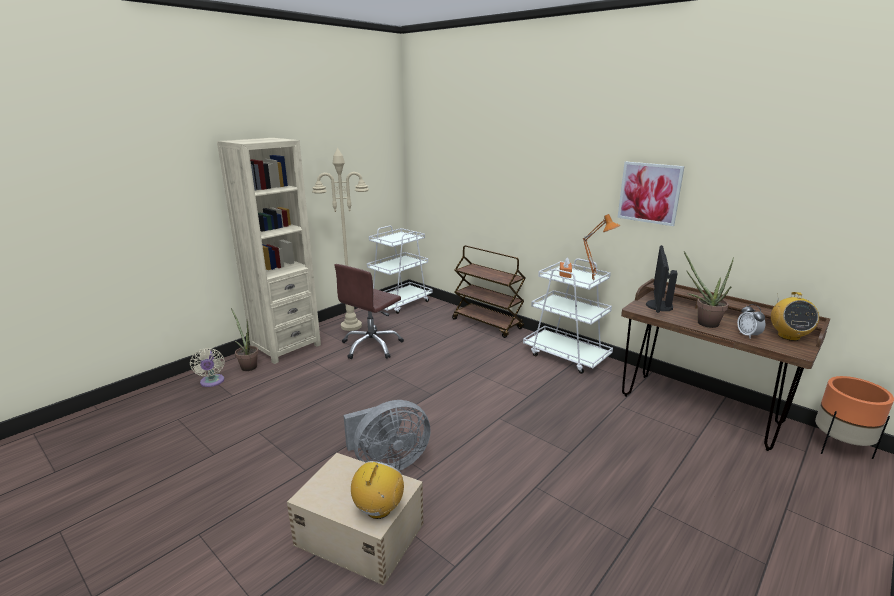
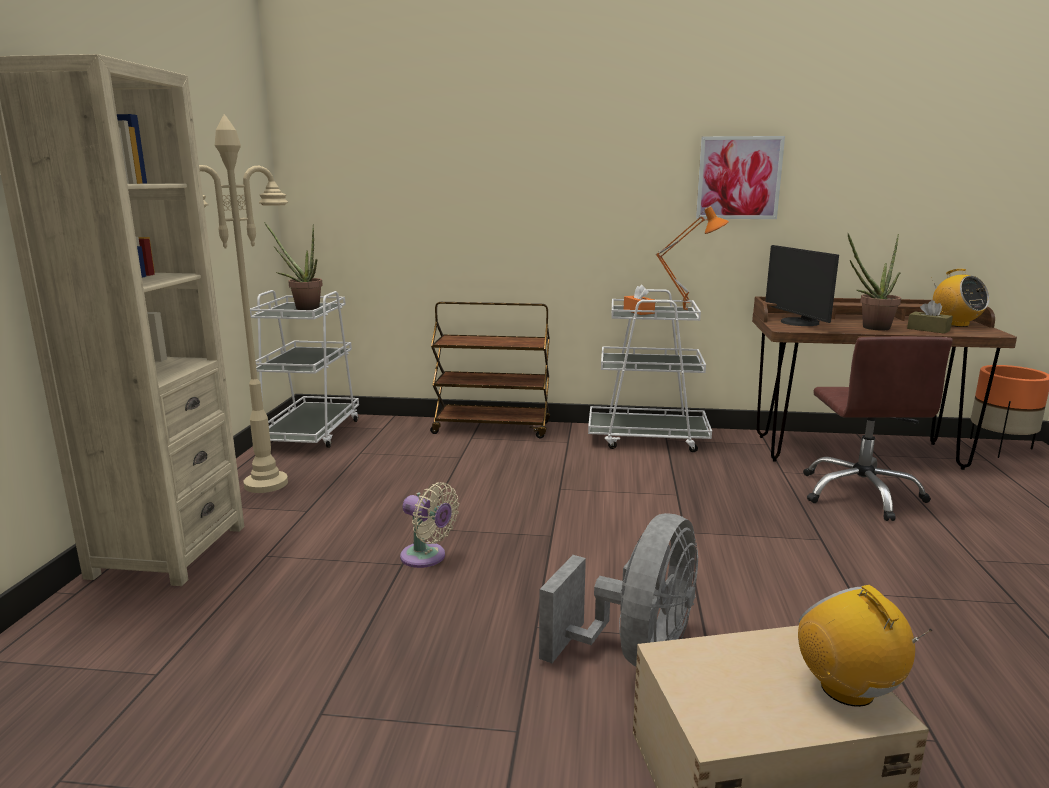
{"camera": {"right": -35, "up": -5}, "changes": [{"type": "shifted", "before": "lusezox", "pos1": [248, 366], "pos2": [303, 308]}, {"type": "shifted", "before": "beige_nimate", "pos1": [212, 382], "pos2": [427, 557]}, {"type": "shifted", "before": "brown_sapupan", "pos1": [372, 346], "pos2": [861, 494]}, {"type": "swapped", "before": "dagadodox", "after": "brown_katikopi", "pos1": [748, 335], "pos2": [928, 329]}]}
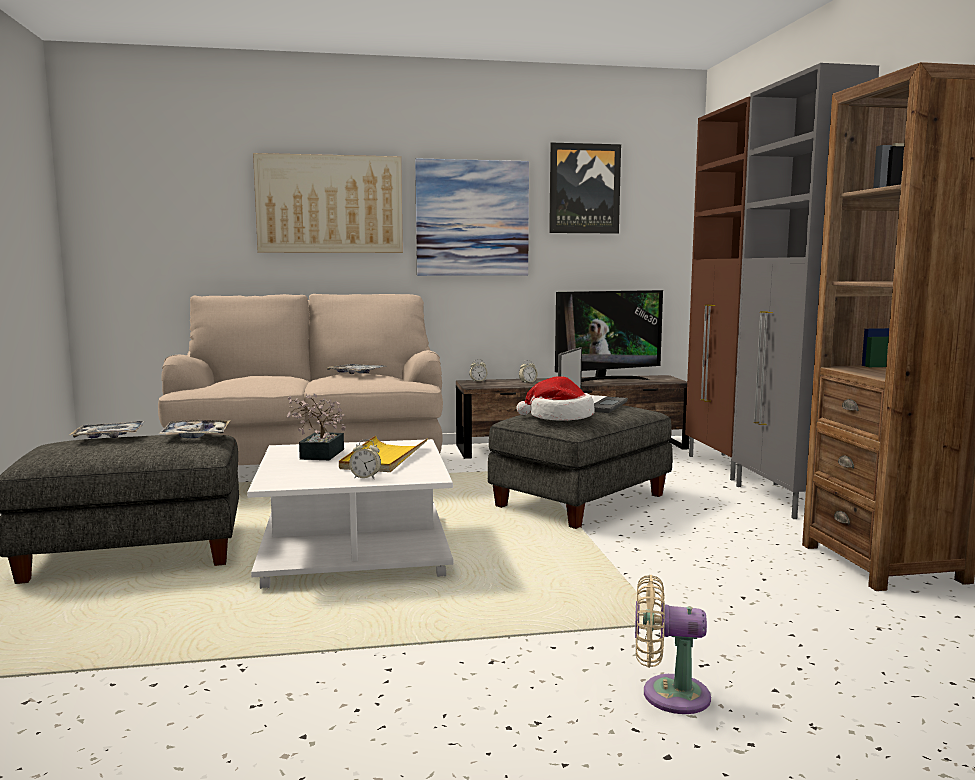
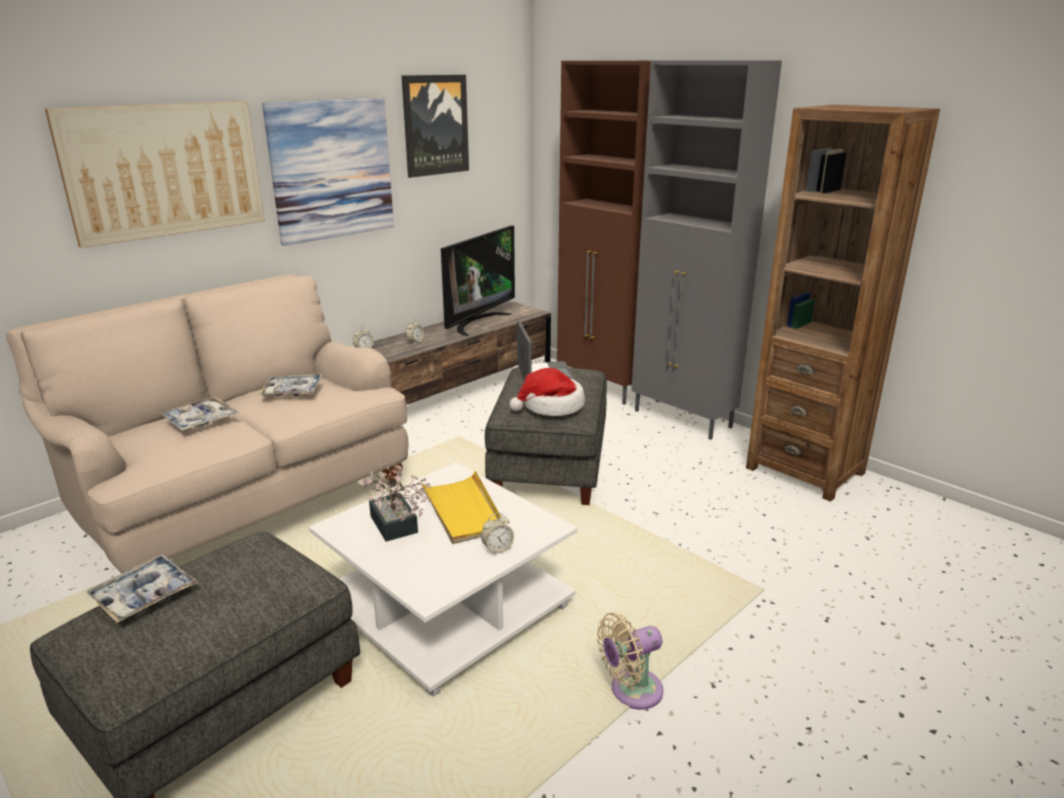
{"camera": {"right": -35, "up": 15}, "changes": [{"type": "shifted", "before": "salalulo", "pos1": [196, 435], "pos2": [200, 420]}, {"type": "shifted", "before": "beige_nimate", "pos1": [668, 694], "pos2": [631, 691]}]}
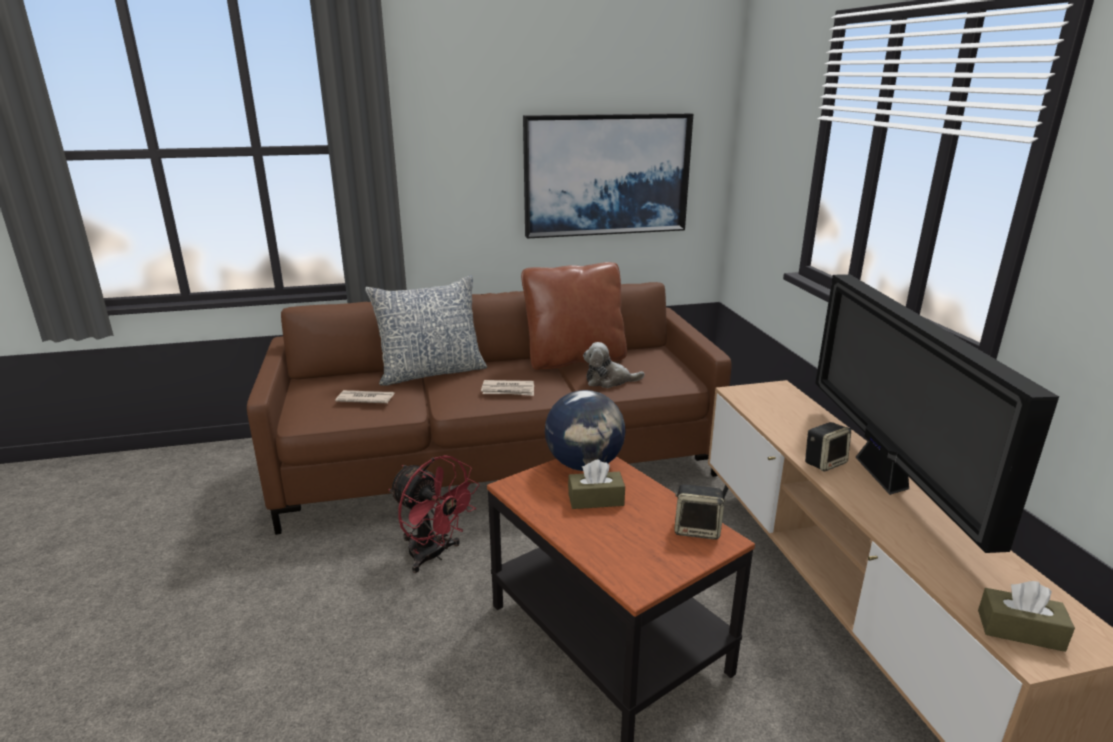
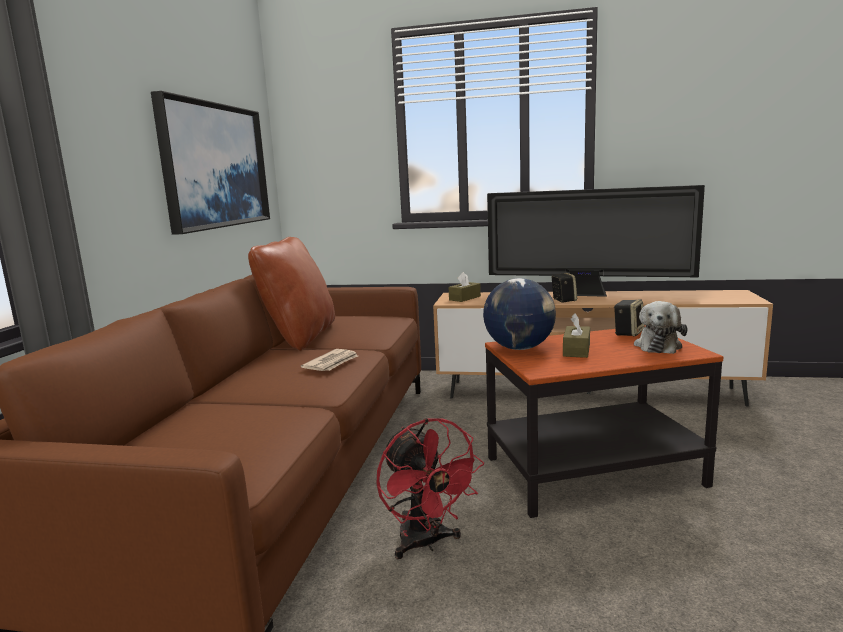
{"camera": {"right": -65, "up": -10}, "changes": [{"type": "rotated", "before": "red_nimate", "pos1": [433, 555], "pos2": [426, 543], "turn": 90}, {"type": "shifted", "before": "brown_katikopi", "pos1": [1020, 630], "pos2": [464, 298]}, {"type": "shifted", "before": "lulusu", "pos1": [609, 381], "pos2": [658, 345]}, {"type": "gone", "before": "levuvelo", "pos1": [365, 399]}, {"type": "gone", "before": "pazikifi", "pos1": [431, 372]}]}
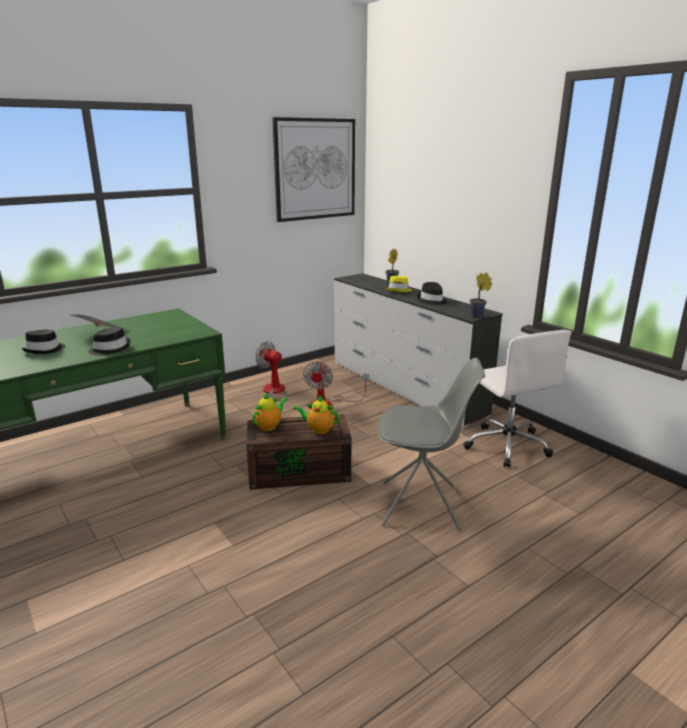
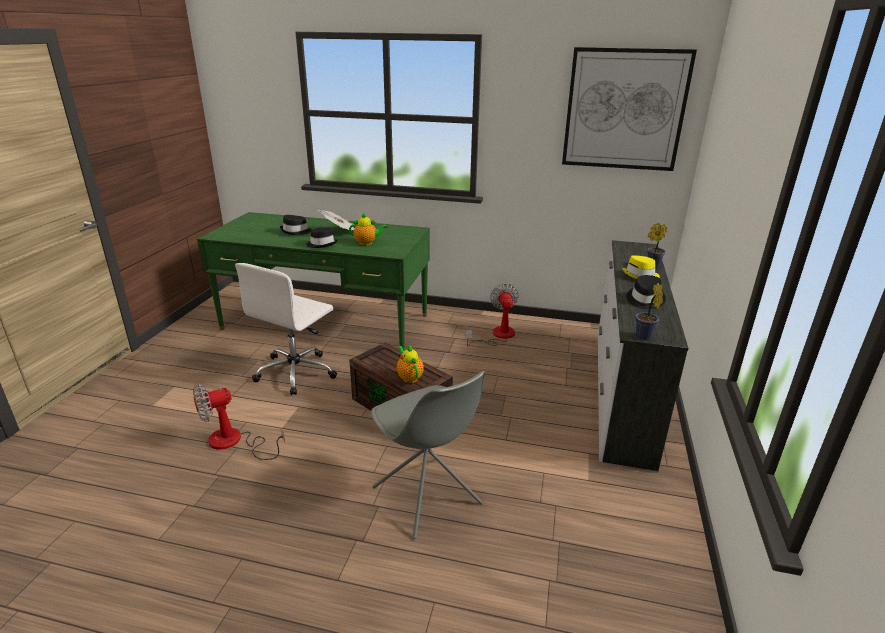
{"camera": {"right": 50, "up": 5}, "changes": [{"type": "shifted", "before": "nimate", "pos1": [328, 404], "pos2": [234, 442]}, {"type": "shifted", "before": "white_sapupan", "pos1": [506, 445], "pos2": [297, 372]}, {"type": "shifted", "before": "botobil", "pos1": [269, 426], "pos2": [367, 243]}]}
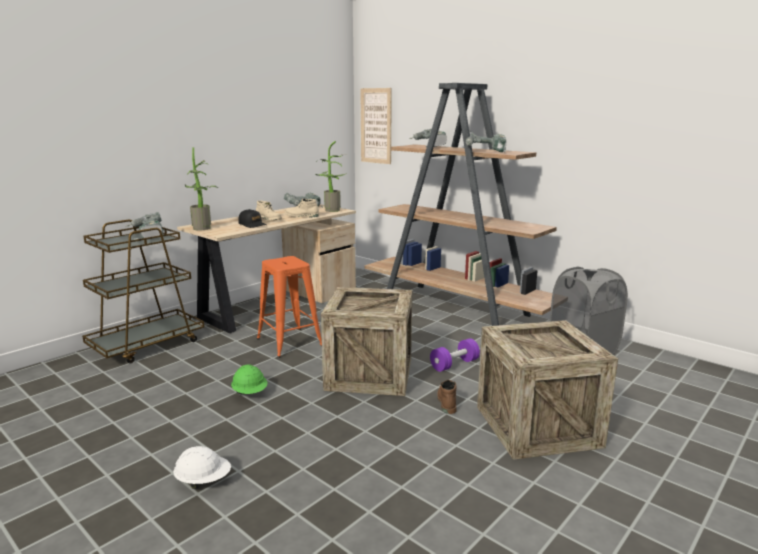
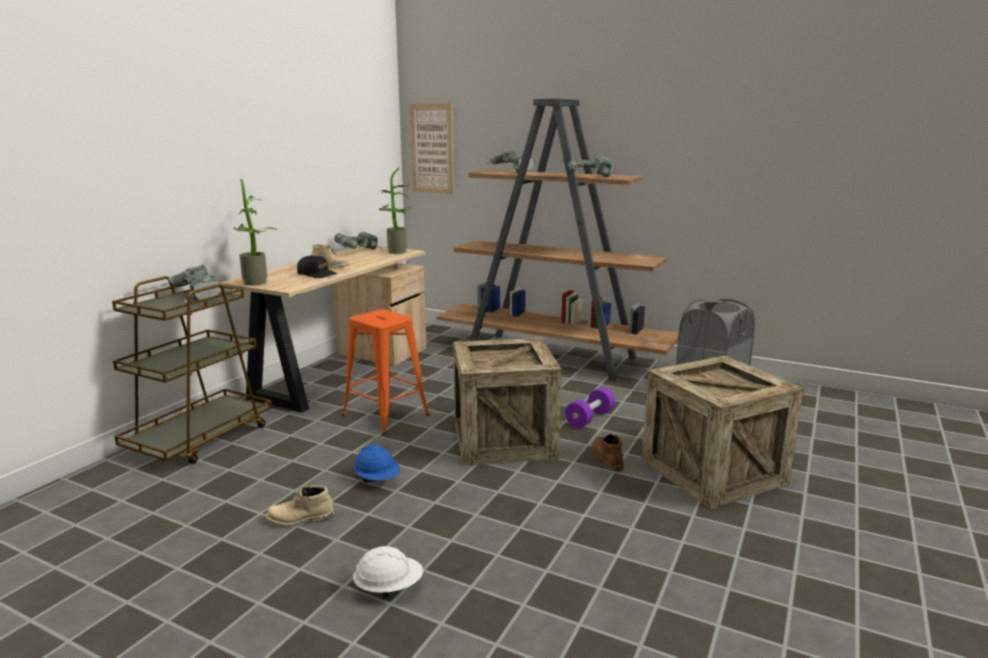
{"camera": {"right": -15, "up": 0}, "changes": [{"type": "shifted", "before": "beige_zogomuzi", "pos1": [301, 216], "pos2": [300, 519]}, {"type": "repainted", "before": "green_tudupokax", "after": "blue_tudupokax", "pos1": [250, 393], "pos2": [377, 480]}]}
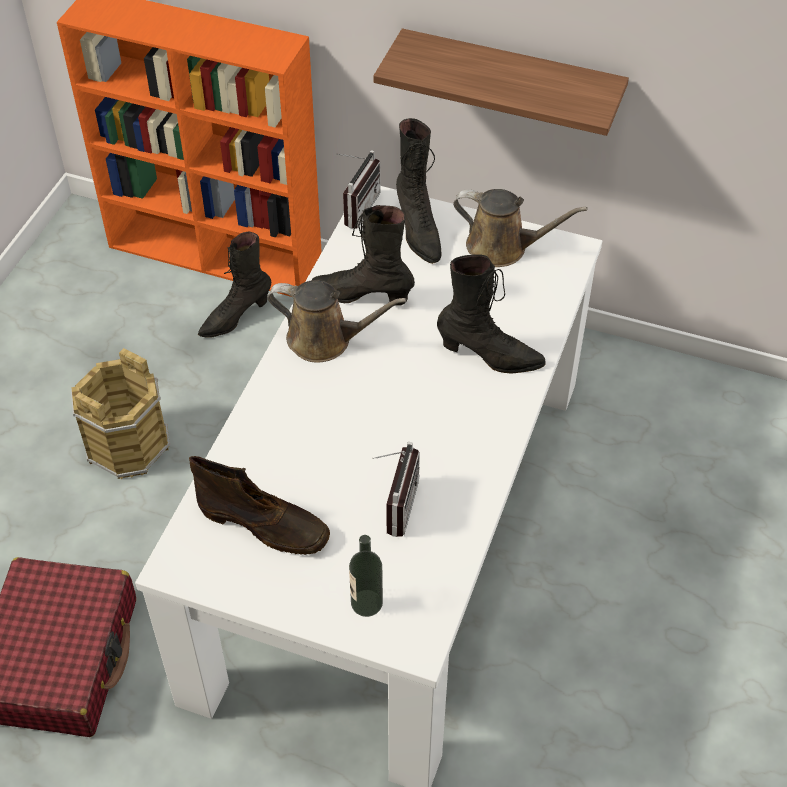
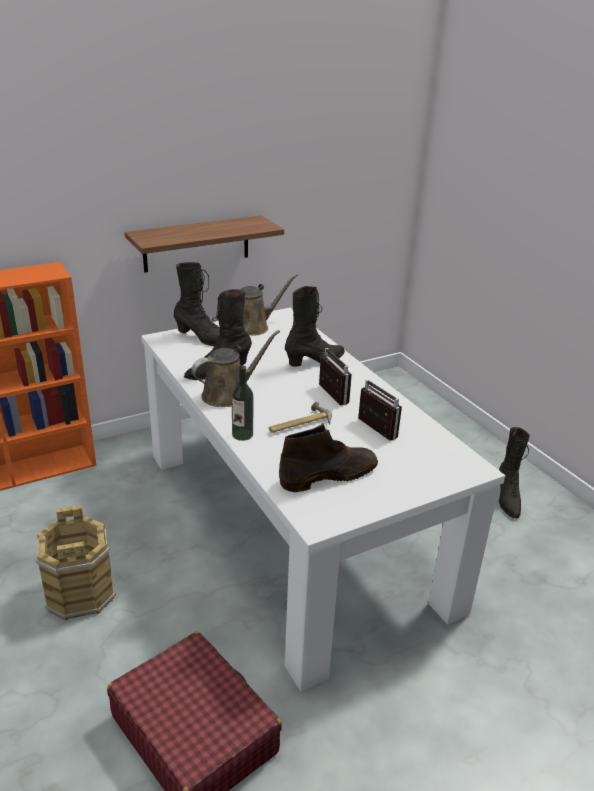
{"camera": {"right": -50, "up": -20}, "changes": [{"type": "shifted", "before": "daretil", "pos1": [366, 603], "pos2": [242, 434]}, {"type": "new", "after": "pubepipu", "pos2": [299, 423]}, {"type": "shifted", "before": "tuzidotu", "pos1": [356, 207], "pos2": [328, 395]}, {"type": "shifted", "before": "black_zogomuzi", "pos1": [235, 317], "pos2": [507, 499]}]}
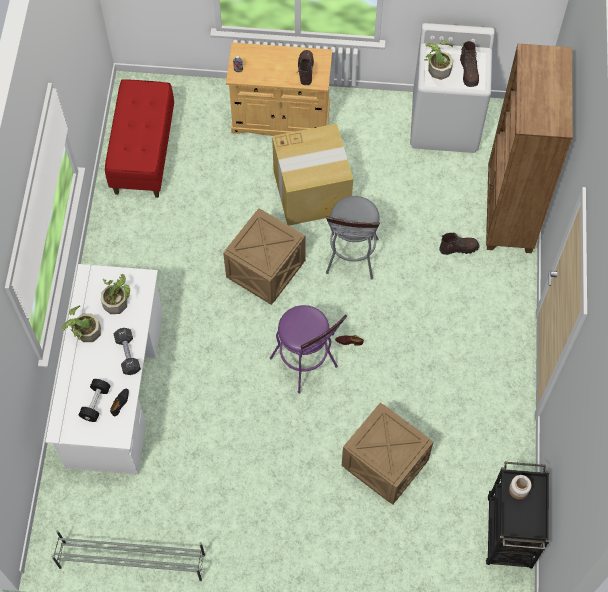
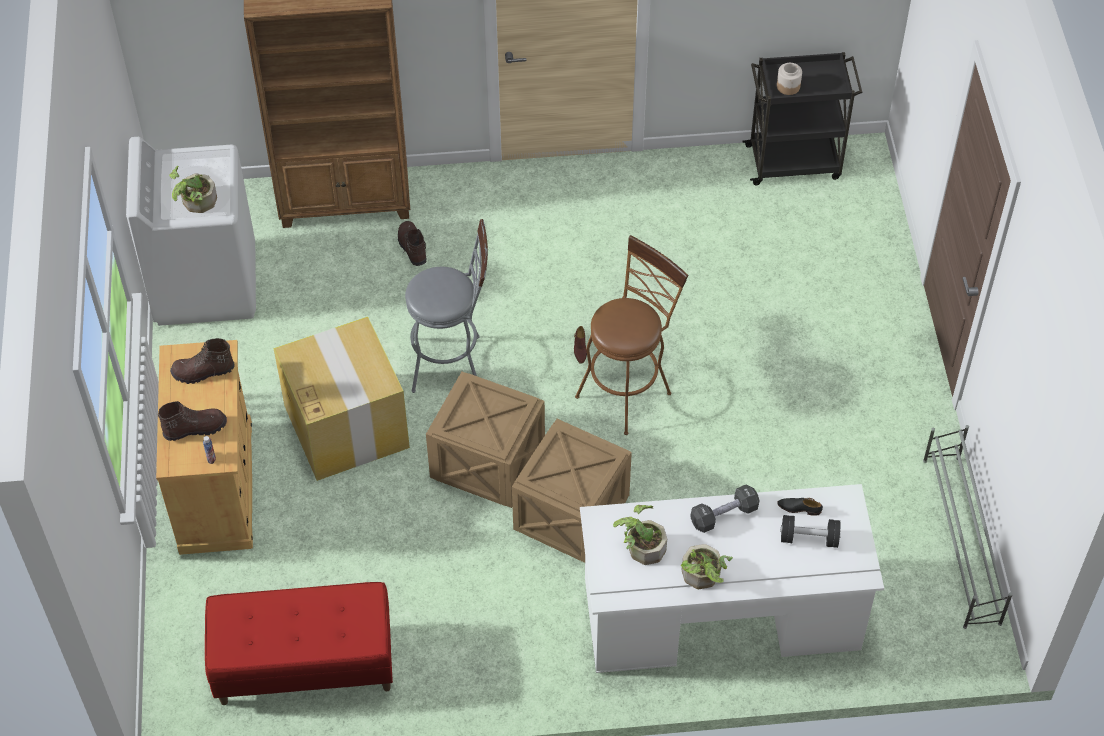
{"camera": {"right": -100, "up": -10}, "changes": [{"type": "shifted", "before": "brown_zogomuzi", "pos1": [469, 72], "pos2": [195, 428]}, {"type": "shifted", "before": "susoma", "pos1": [384, 462], "pos2": [570, 514]}, {"type": "repainted", "before": "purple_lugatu", "after": "brown_lugatu", "pos1": [307, 366], "pos2": [628, 390]}]}
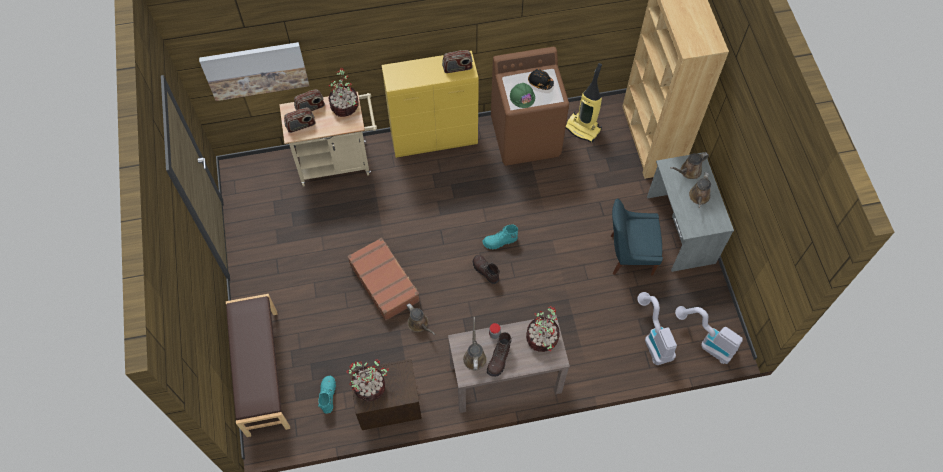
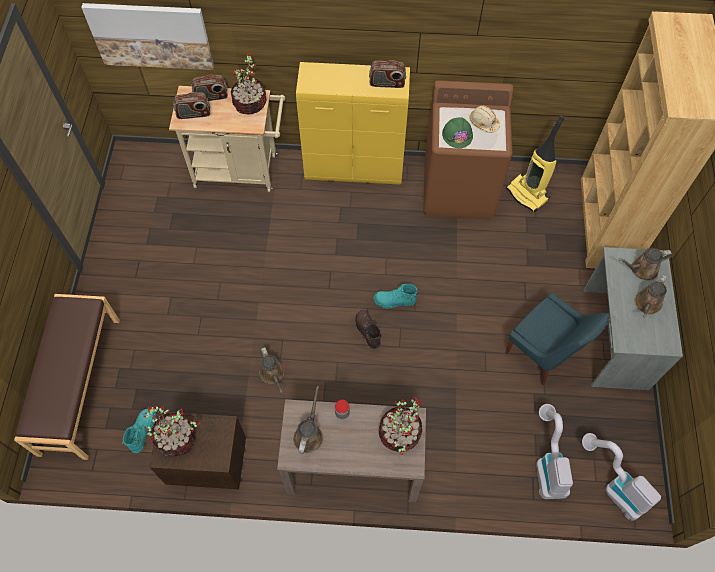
{"camera": {"right": 15, "up": 0}, "changes": [{"type": "repainted", "before": "black_tudupokax", "after": "beige_tudupokax", "pos1": [540, 82], "pos2": [484, 122]}, {"type": "rotated", "before": "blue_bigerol", "pos1": [628, 254], "pos2": [543, 353], "turn": -150}, {"type": "gone", "before": "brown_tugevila", "pos1": [384, 282]}, {"type": "gone", "before": "brown_zogomuzi", "pos1": [499, 359]}]}
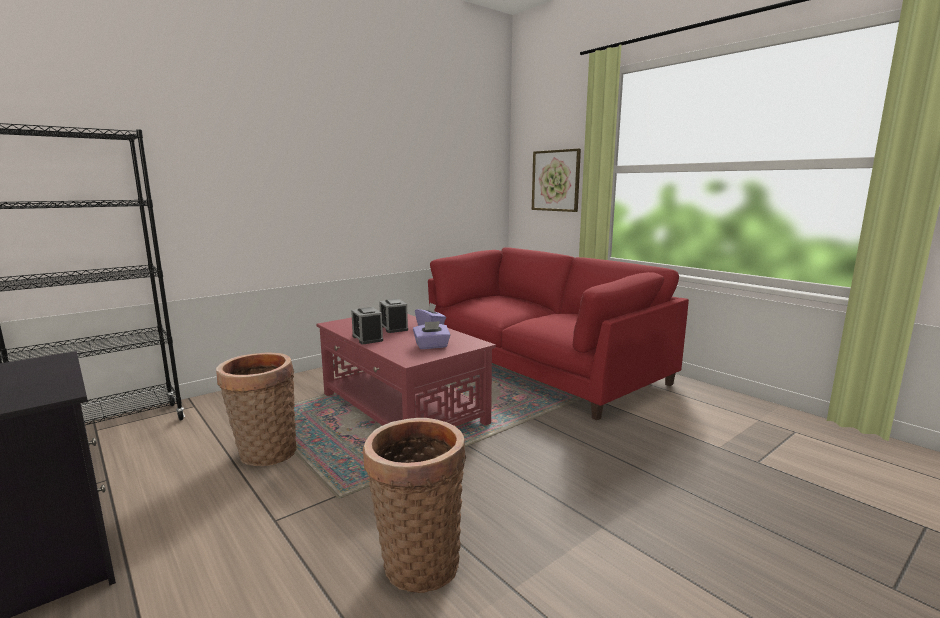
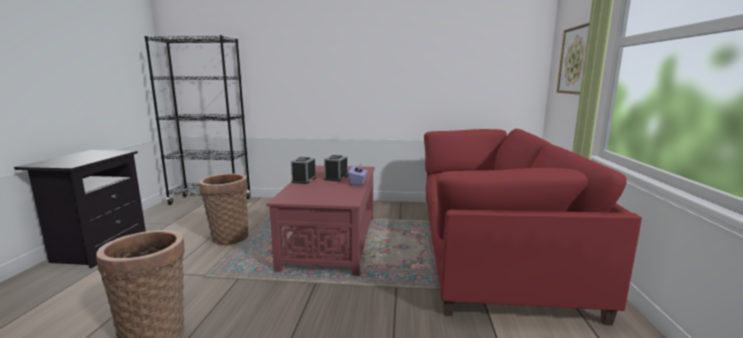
{"camera": {"right": 45, "up": 0}, "changes": [{"type": "gone", "before": "purple_katikopi", "pos1": [432, 346]}]}
